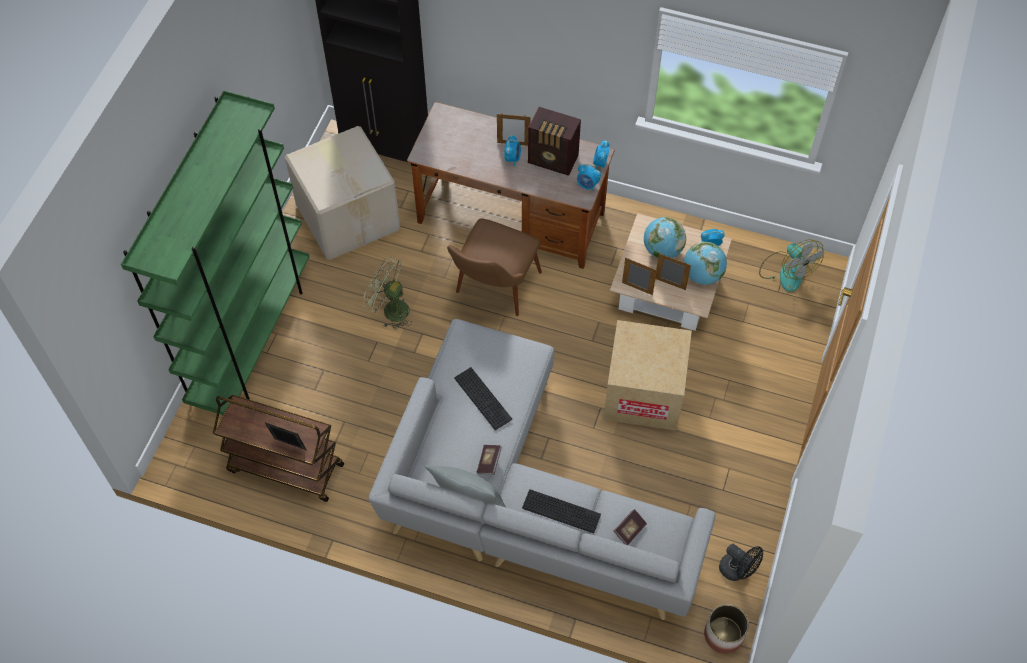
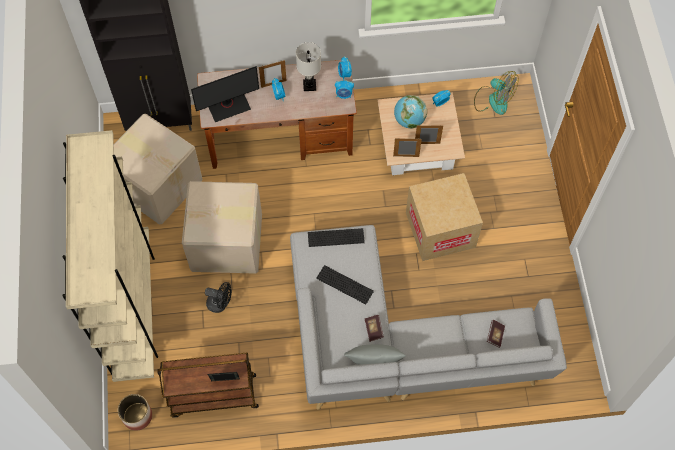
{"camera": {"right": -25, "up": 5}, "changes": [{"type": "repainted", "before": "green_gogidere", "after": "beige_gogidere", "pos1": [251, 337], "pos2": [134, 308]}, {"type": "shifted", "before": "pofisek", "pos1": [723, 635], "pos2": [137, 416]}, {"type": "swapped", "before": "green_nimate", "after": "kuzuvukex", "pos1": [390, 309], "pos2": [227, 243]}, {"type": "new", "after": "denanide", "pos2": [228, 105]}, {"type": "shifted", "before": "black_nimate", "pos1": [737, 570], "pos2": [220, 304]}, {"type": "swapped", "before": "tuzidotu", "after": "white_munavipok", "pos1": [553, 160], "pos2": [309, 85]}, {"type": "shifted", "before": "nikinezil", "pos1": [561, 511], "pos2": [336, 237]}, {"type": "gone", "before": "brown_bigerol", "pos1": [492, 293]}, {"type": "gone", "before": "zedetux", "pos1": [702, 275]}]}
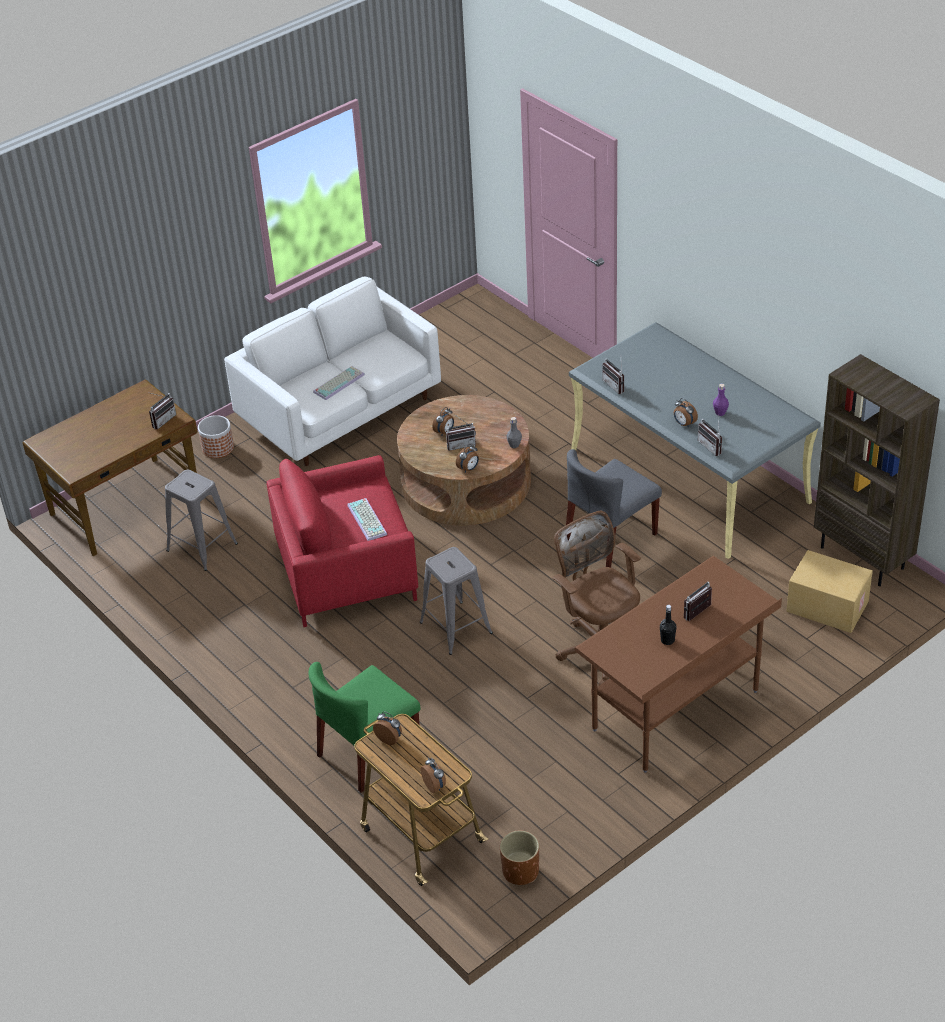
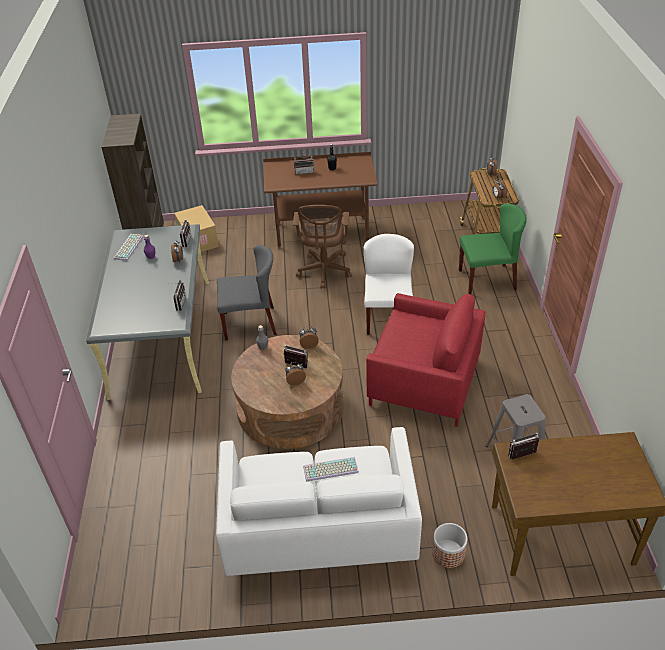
{"camera": {"right": -145, "up": 0}, "changes": [{"type": "shifted", "before": "nikinezil", "pos1": [368, 520], "pos2": [128, 247]}, {"type": "swapped", "before": "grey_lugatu", "after": "white_bigerol", "pos1": [456, 628], "pos2": [387, 317]}, {"type": "gone", "before": "brown_pofisek", "pos1": [520, 871]}]}
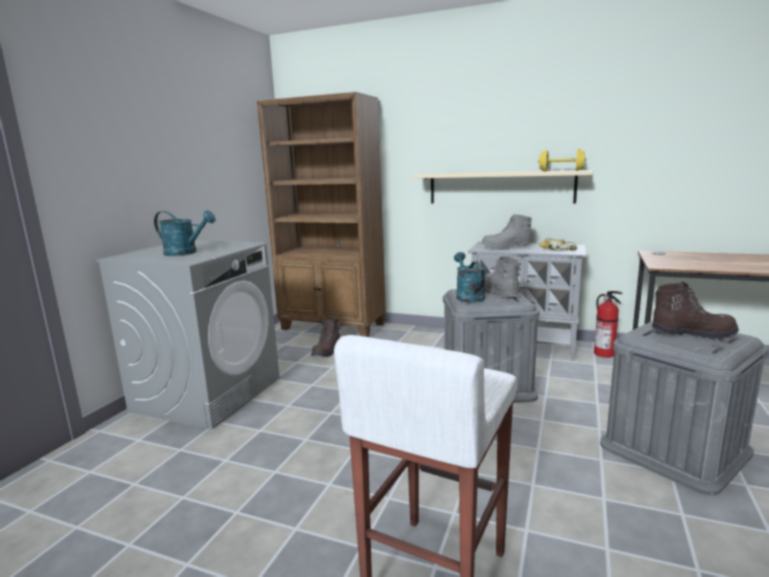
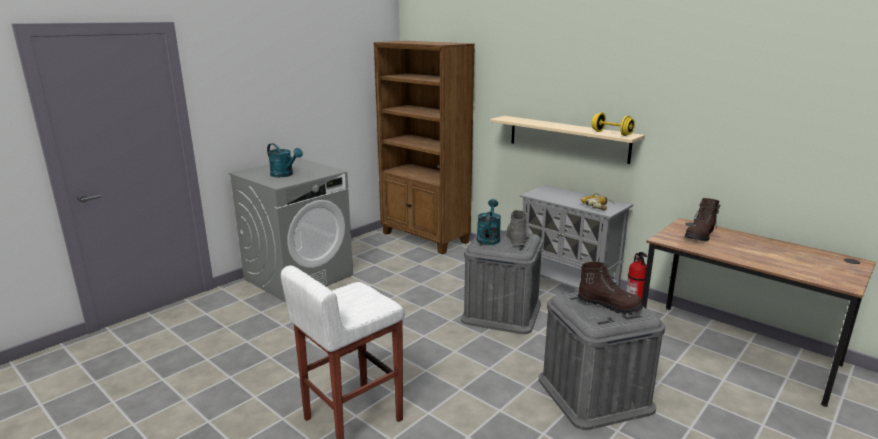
{"camera": {"right": 20, "up": 5}, "changes": [{"type": "shifted", "before": "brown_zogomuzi", "pos1": [327, 351], "pos2": [700, 235]}, {"type": "gone", "before": "grey_zogomuzi", "pos1": [506, 248]}]}
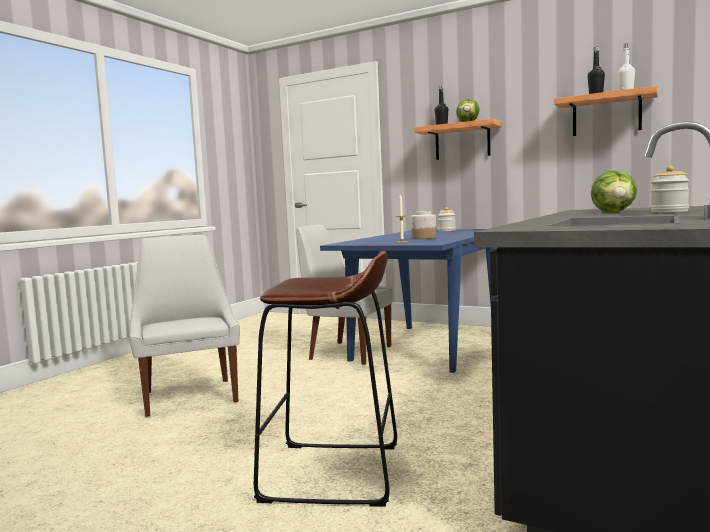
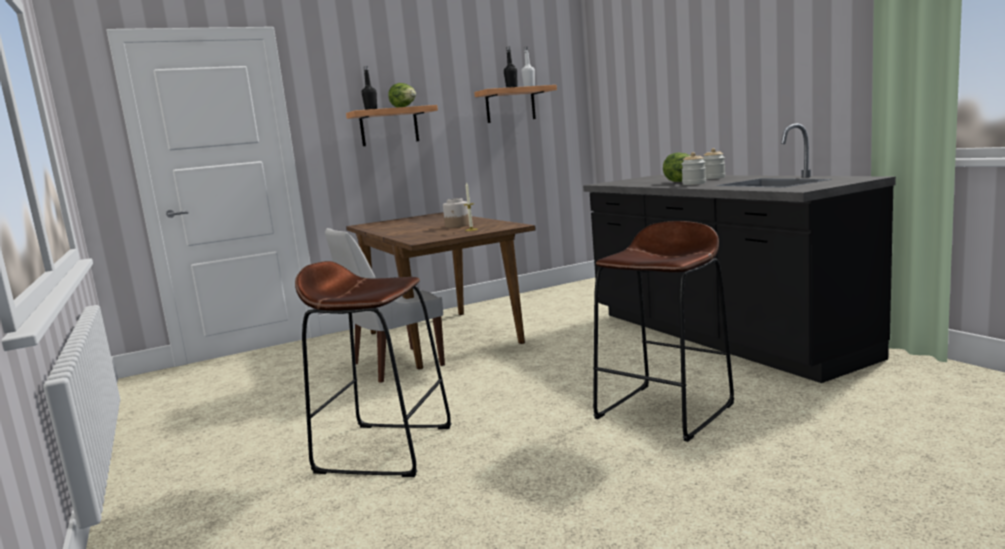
{"camera": {"right": -55, "up": 5}, "changes": [{"type": "swapped", "before": "white_bigerol", "after": "brown_lugatu", "pos1": [190, 396], "pos2": [385, 449]}, {"type": "repainted", "before": "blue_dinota", "after": "brown_dinota", "pos1": [427, 347], "pos2": [444, 338]}, {"type": "shifted", "before": "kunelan", "pos1": [447, 230], "pos2": [694, 184]}]}
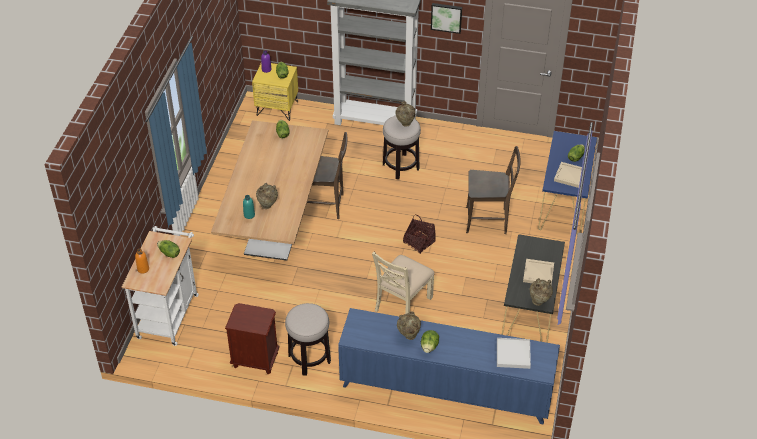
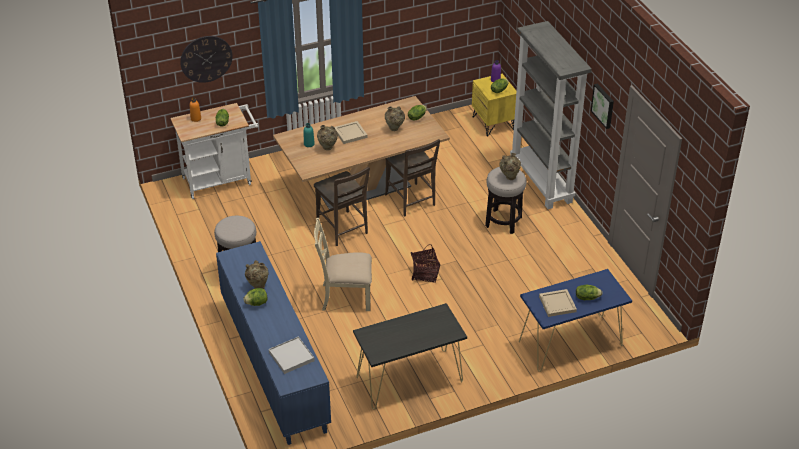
{"camera": {"right": 55, "up": -5}, "changes": [{"type": "new", "after": "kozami", "pos2": [206, 59]}, {"type": "shifted", "before": "brown_bigerol", "pos1": [489, 220], "pos2": [343, 230]}, {"type": "shifted", "before": "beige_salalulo", "pos1": [538, 273], "pos2": [350, 133]}, {"type": "shifted", "before": "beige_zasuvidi", "pos1": [539, 302], "pos2": [394, 129]}, {"type": "gone", "before": "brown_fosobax", "pos1": [255, 360]}]}
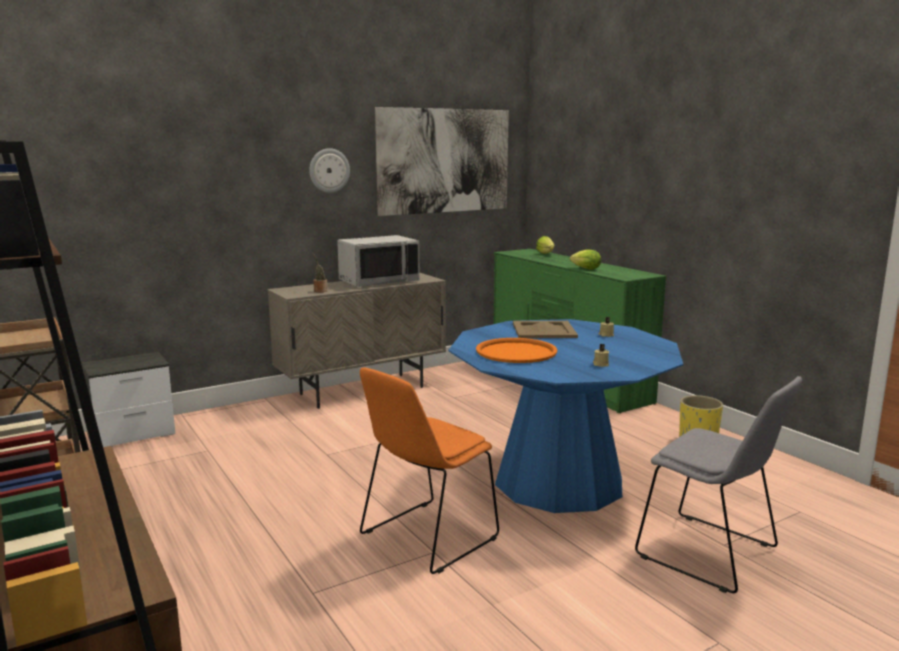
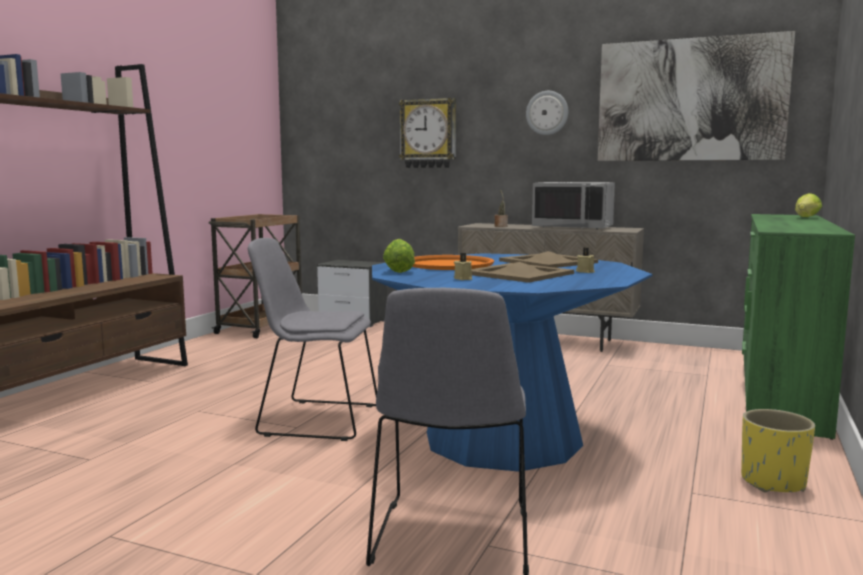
{"camera": {"right": 55, "up": -5}, "changes": [{"type": "repainted", "before": "orange_bigerol", "after": "grey_bigerol", "pos1": [426, 538], "pos2": [315, 419]}, {"type": "shifted", "before": "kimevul", "pos1": [584, 269], "pos2": [398, 271]}, {"type": "new", "after": "kozami", "pos2": [428, 133]}, {"type": "new", "after": "beige_salalulo", "pos2": [519, 273]}]}
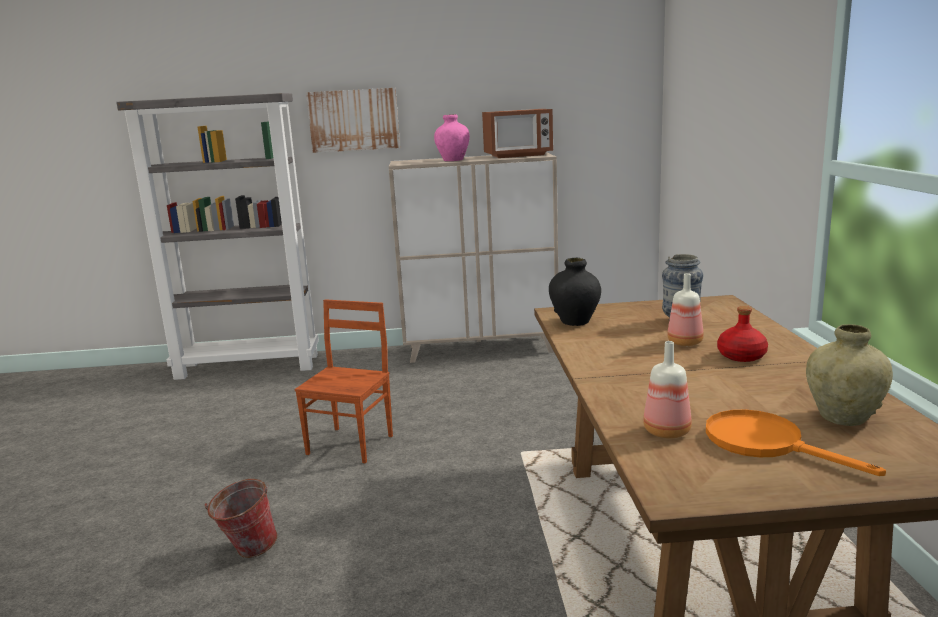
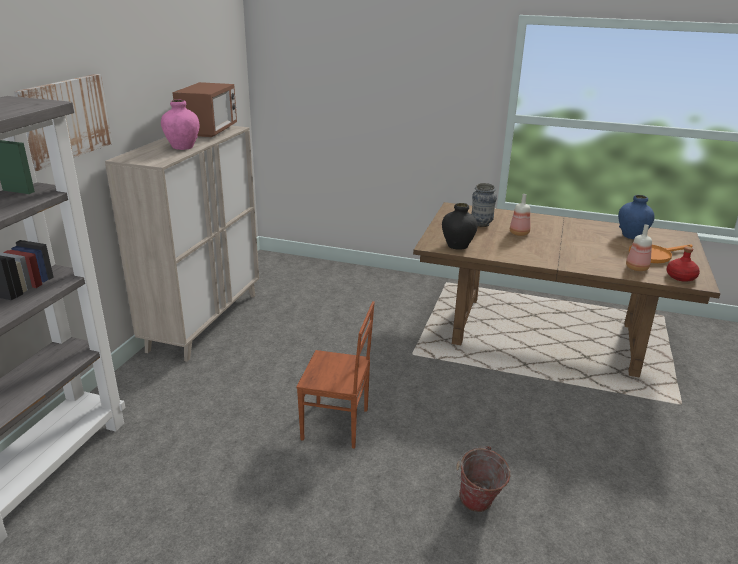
{"camera": {"right": -70, "up": 10}, "changes": [{"type": "rotated", "before": "brown_bigerol", "pos1": [352, 444], "pos2": [336, 425], "turn": 150}, {"type": "repainted", "before": "beige_zasuvidi", "after": "blue_zasuvidi", "pos1": [843, 417], "pos2": [631, 236]}, {"type": "shifted", "before": "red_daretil", "pos1": [741, 356], "pos2": [680, 277]}]}
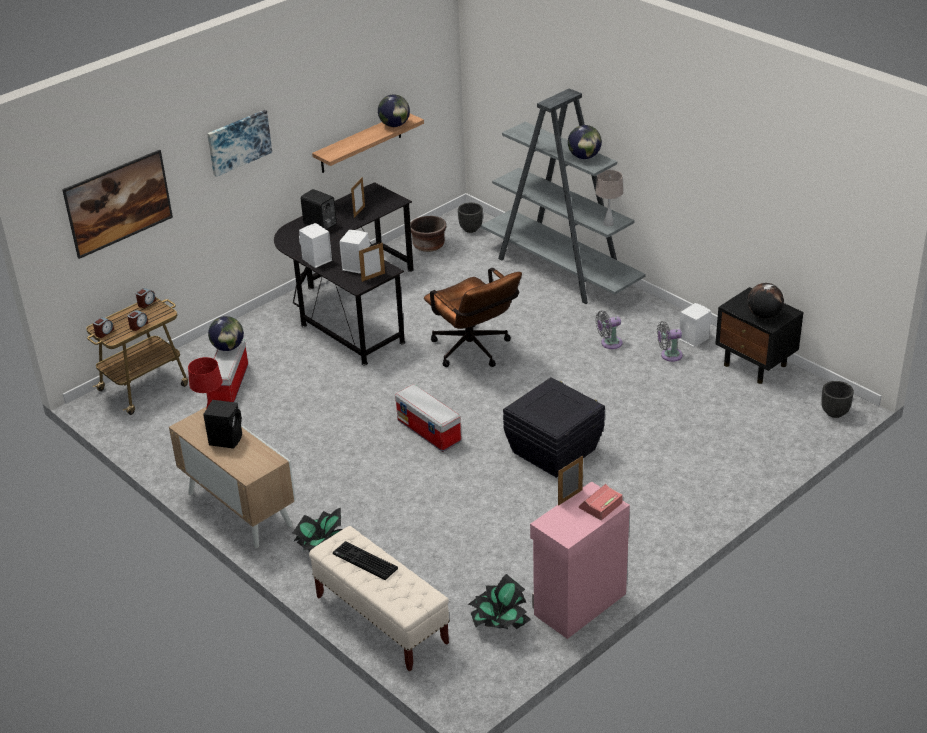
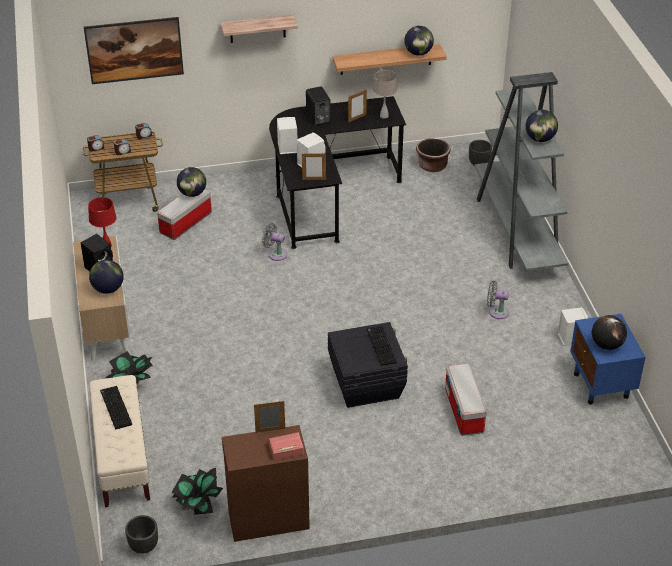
{"camera": {"right": 30, "up": 5}, "changes": [{"type": "new", "after": "zedetux", "pos2": [108, 289]}, {"type": "shifted", "before": "black_pofisek", "pos1": [835, 412], "pos2": [144, 546]}, {"type": "swapped", "before": "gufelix", "after": "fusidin", "pos1": [238, 142], "pos2": [257, 29]}, {"type": "repainted", "before": "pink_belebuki", "after": "brown_belebuki", "pos1": [578, 603], "pos2": [267, 518]}, {"type": "shifted", "before": "grey_nimate", "pos1": [669, 355], "pos2": [275, 254]}, {"type": "new", "after": "nikinezil", "pos2": [380, 346]}, {"type": "shifted", "before": "beige_munavipok", "pos1": [608, 223], "pos2": [384, 116]}, {"type": "shifted", "before": "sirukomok", "pos1": [430, 431], "pos2": [464, 411]}, {"type": "repainted", "before": "black_fosobax", "after": "blue_fosobax", "pos1": [755, 365], "pos2": [601, 386]}, {"type": "gone", "before": "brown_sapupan", "pos1": [474, 352]}]}
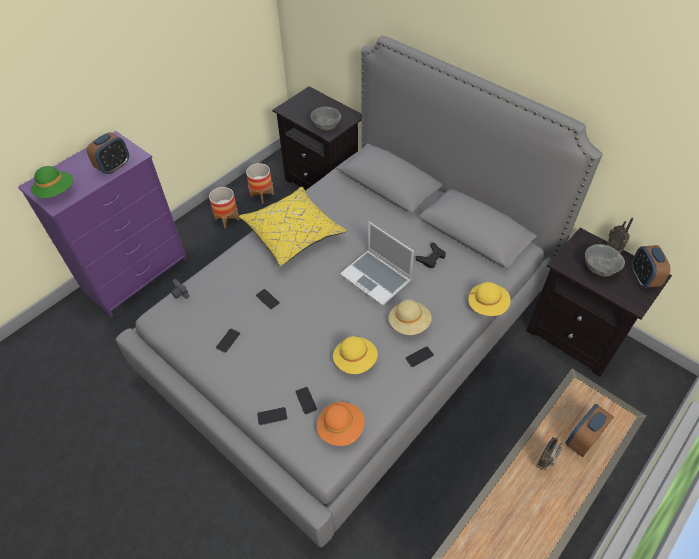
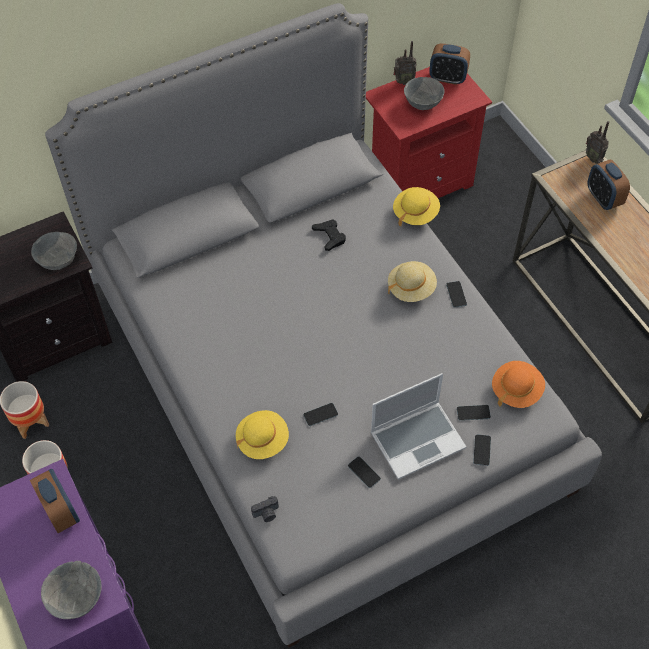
{"camera": {"right": -70, "up": 5}, "changes": [{"type": "swapped", "before": "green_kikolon", "after": "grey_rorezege", "pos1": [56, 192], "pos2": [76, 598]}, {"type": "shifted", "before": "yellow_kikolon", "pos1": [355, 360], "pos2": [262, 440]}, {"type": "repainted", "before": "black_fosobax", "after": "red_fosobax", "pos1": [576, 335], "pos2": [419, 181]}, {"type": "shifted", "before": "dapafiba", "pos1": [377, 278], "pos2": [418, 439]}, {"type": "shifted", "before": "tuzidotu", "pos1": [545, 462], "pos2": [593, 158]}, {"type": "gone", "before": "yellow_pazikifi", "pos1": [293, 233]}]}
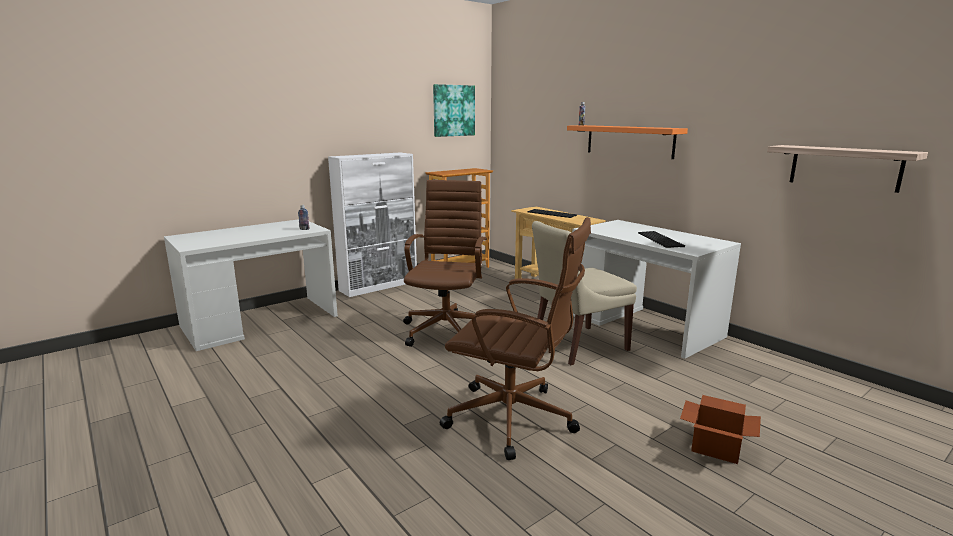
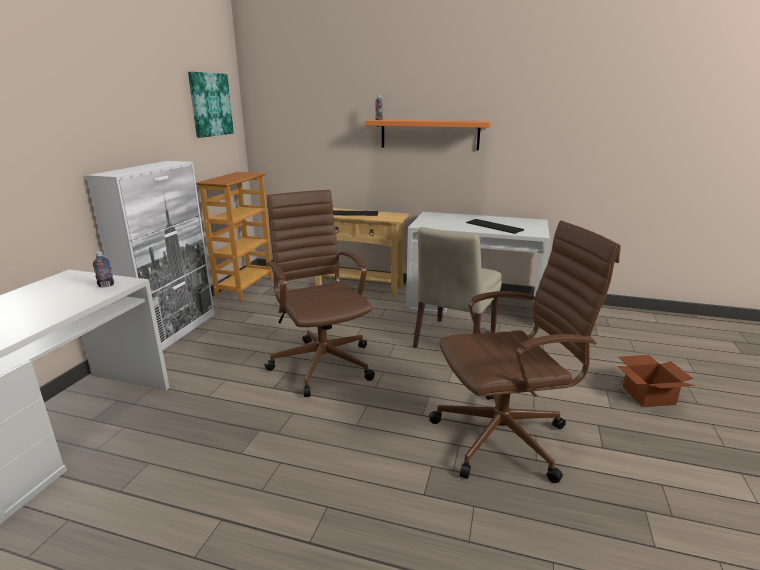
{"camera": {"right": -35, "up": 5}, "changes": [{"type": "gone", "before": "fusidin", "pos1": [844, 167]}]}
